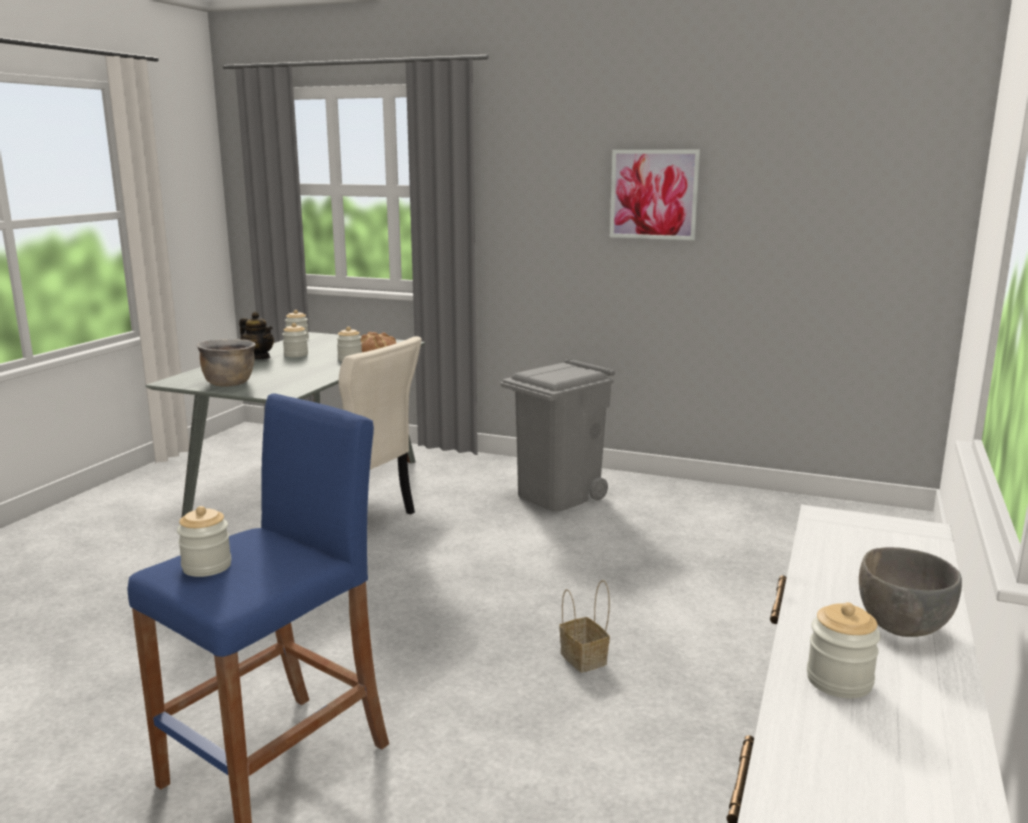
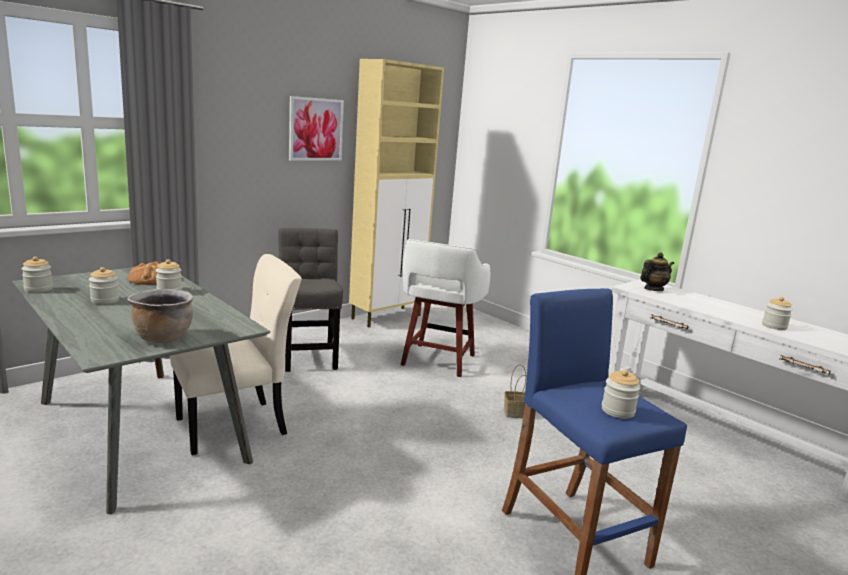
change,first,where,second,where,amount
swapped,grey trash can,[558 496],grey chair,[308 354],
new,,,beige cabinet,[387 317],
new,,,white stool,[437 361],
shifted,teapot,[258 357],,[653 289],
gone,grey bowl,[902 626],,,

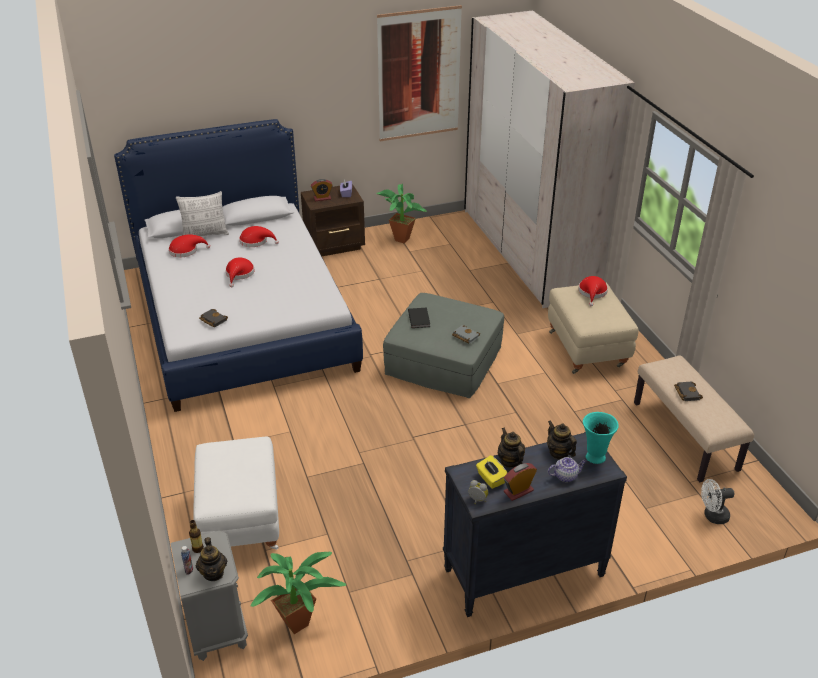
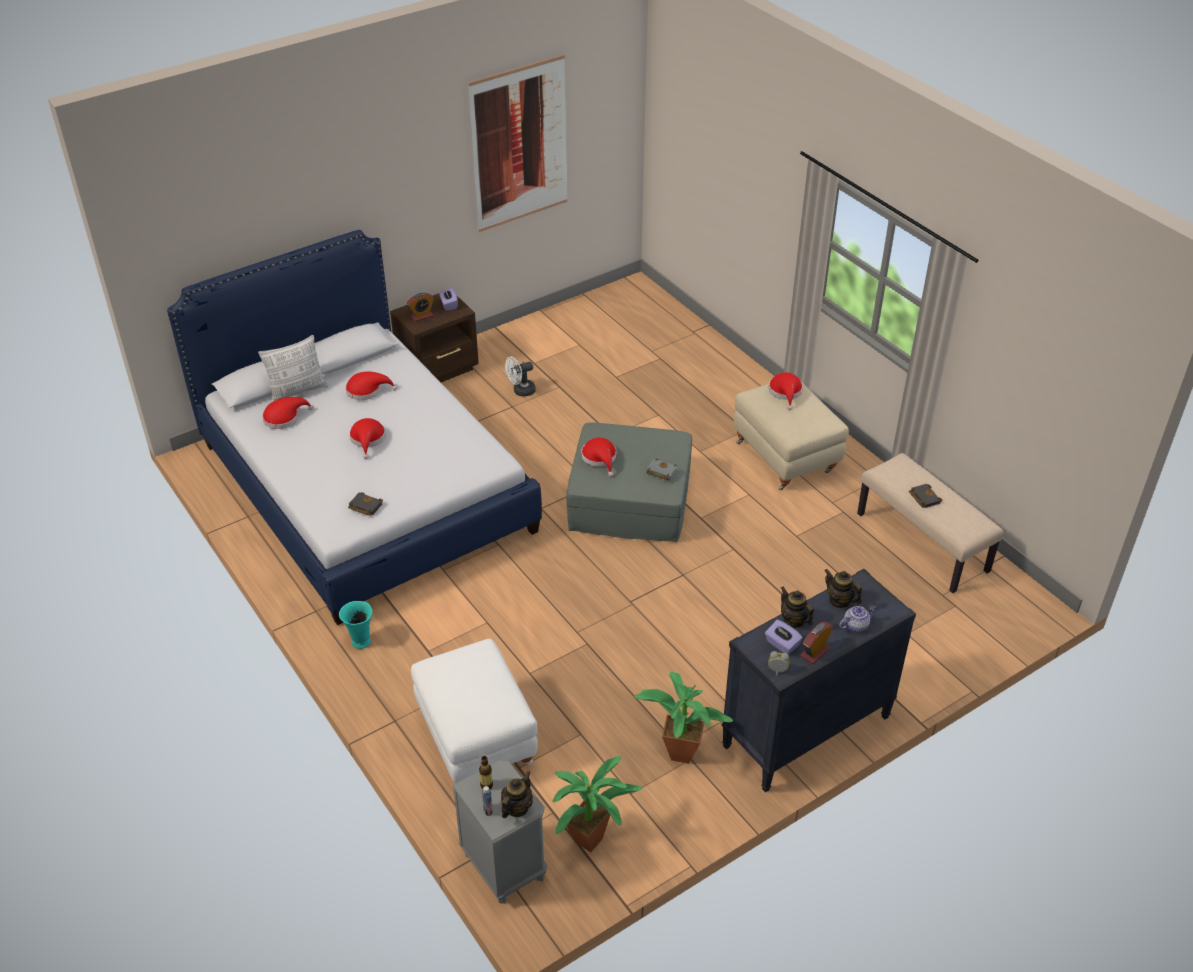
change,first,where,second,where,amount
shifted,turquoise vase,[594 457],,[360 642],
rotated,teapot,[213 573],,[516 808],120 degrees counterclockwise
shifted,white fan,[712 516],,[520 391],
swapped,black book,[419 318],red hat,[600 458],
shifted,potted plant,[400 238],,[677 751],
repainted,yellow tissue box,[491 479],purple tissue box,[782 644],
gone,beige wardrobe,[529 251],,,

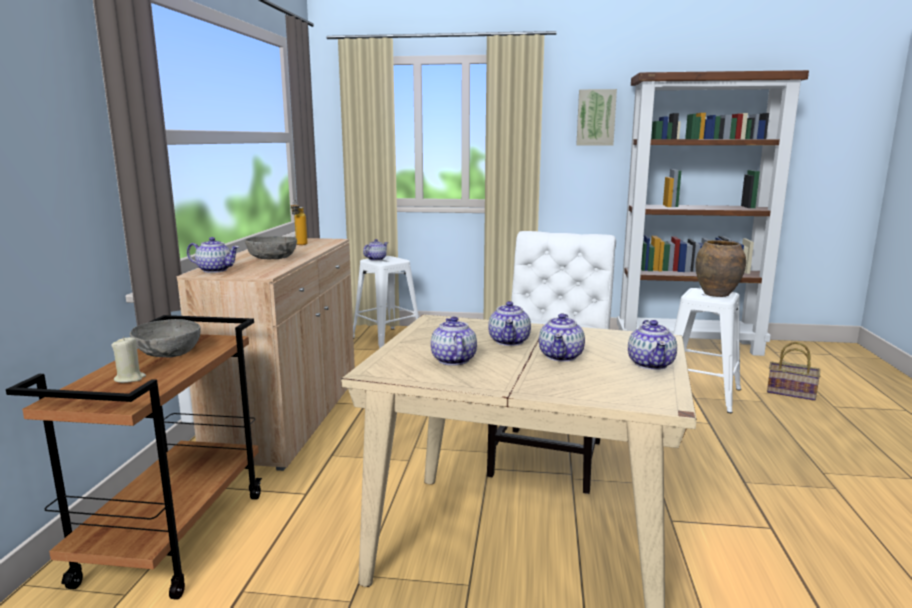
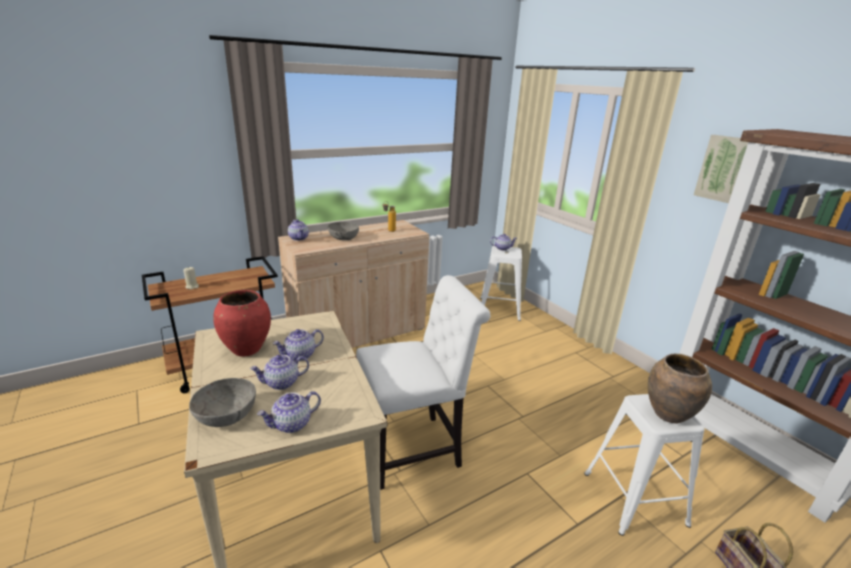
change,first,where,second,where,amount
shifted,grey bowl,[168 353],,[226 415],
swapped,teapot,[452 360],red vase,[246 349],

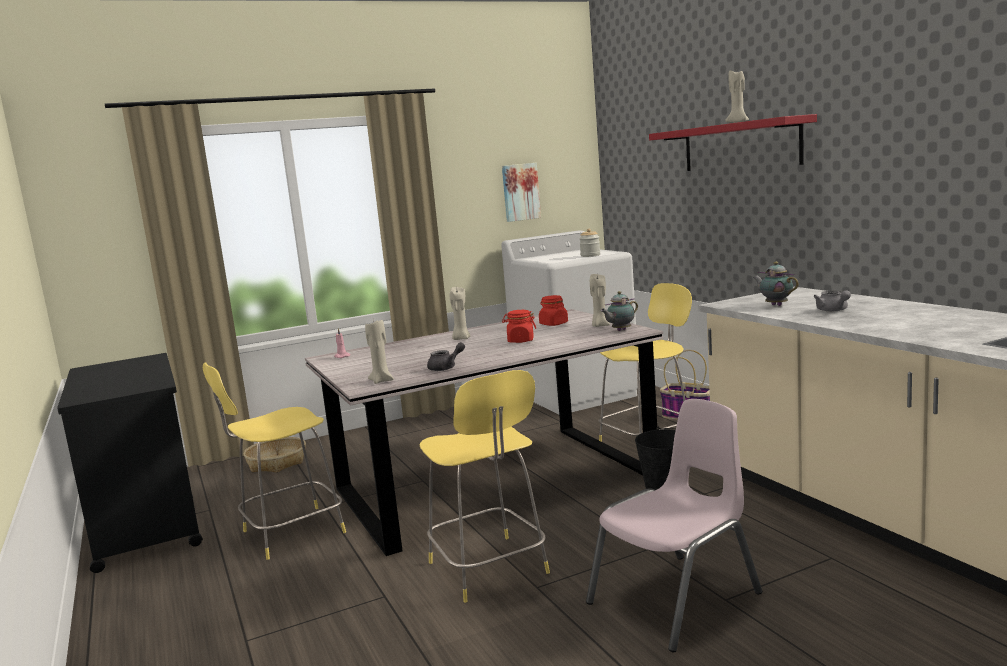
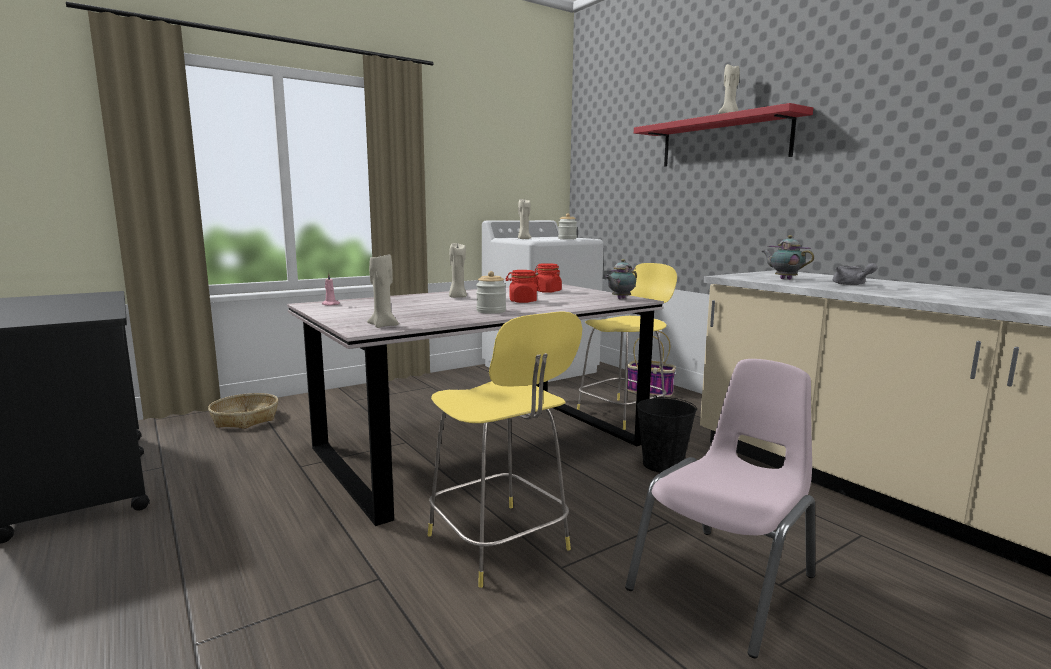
change,first,where,second,where,amount
new,,,jar,[491 311],
shifted,beige candle,[599 326],,[523 239],
gone,yellow stool,[289 533],,,
gone,grey teapot,[446 368],,,
gone,picture,[520 192],,,

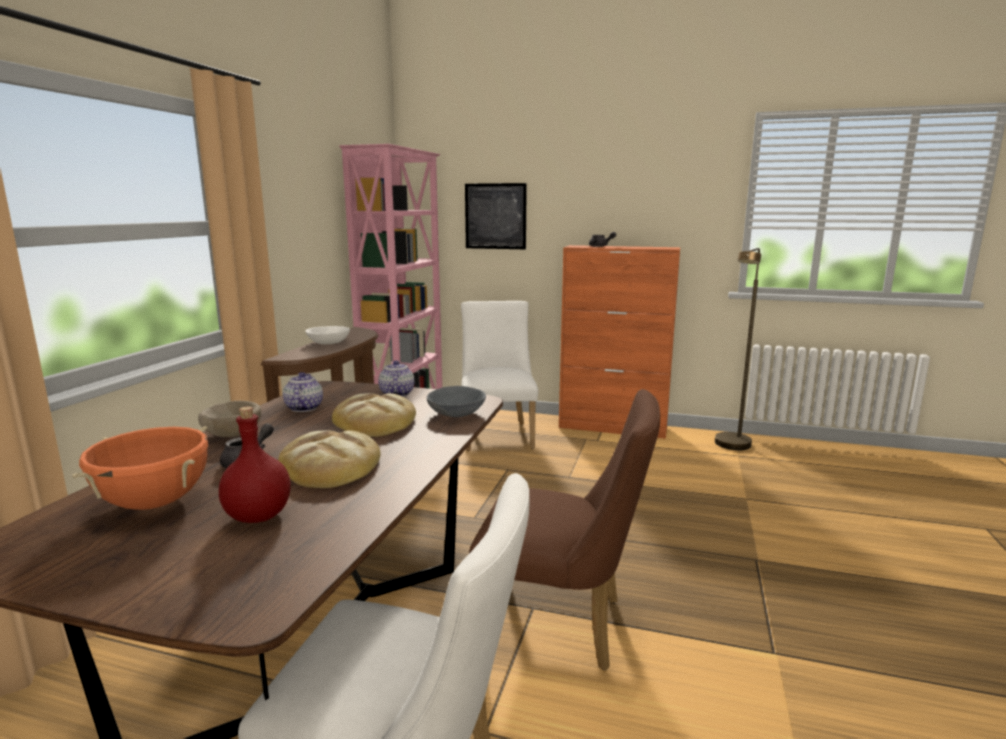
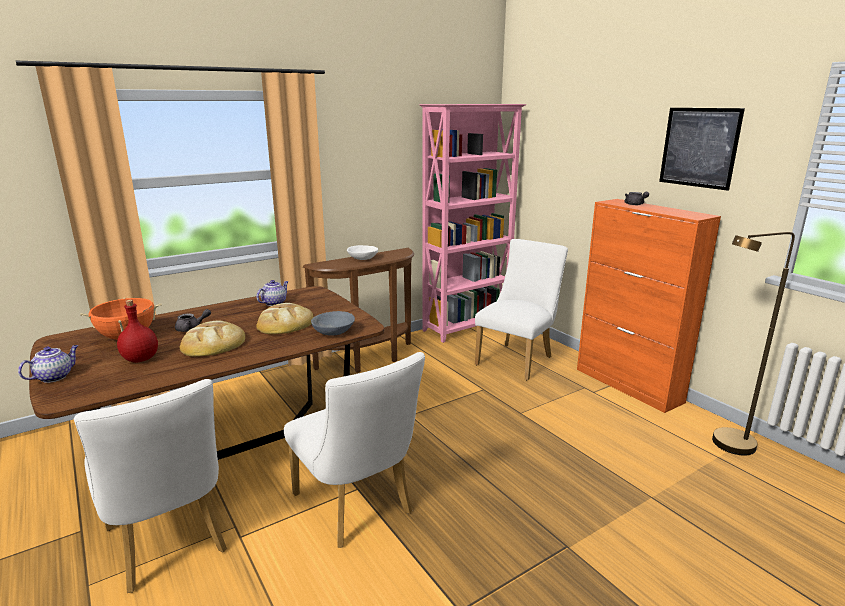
change,first,where,second,where,amount
shifted,teapot,[396 393],,[55 377],
repainted,brown chair,[562 625],white chair,[357 508],
shifted,picture,[495 216],,[699 147],
gone,beige bowl,[232 434],,,

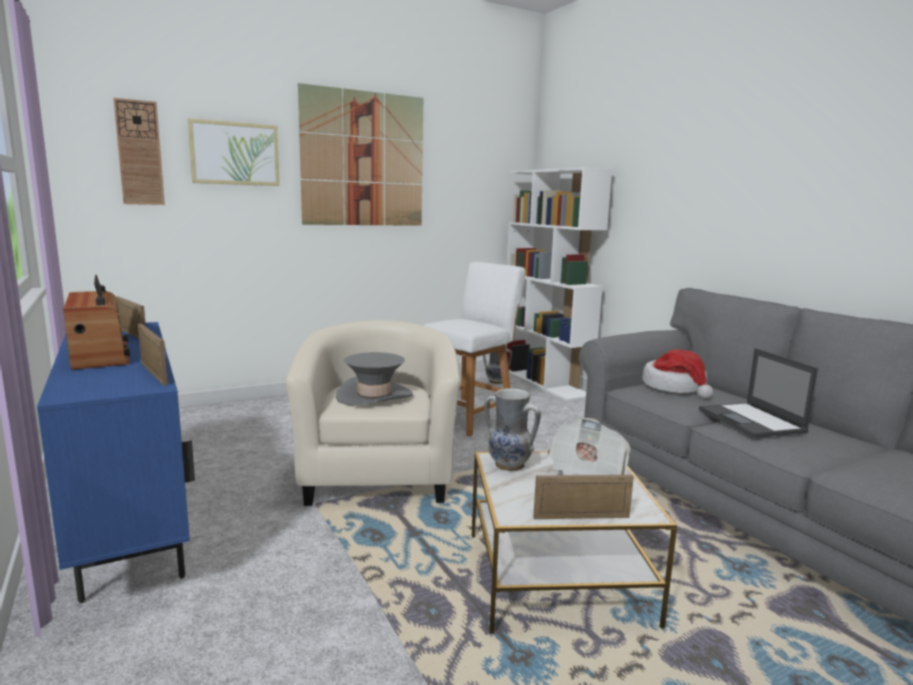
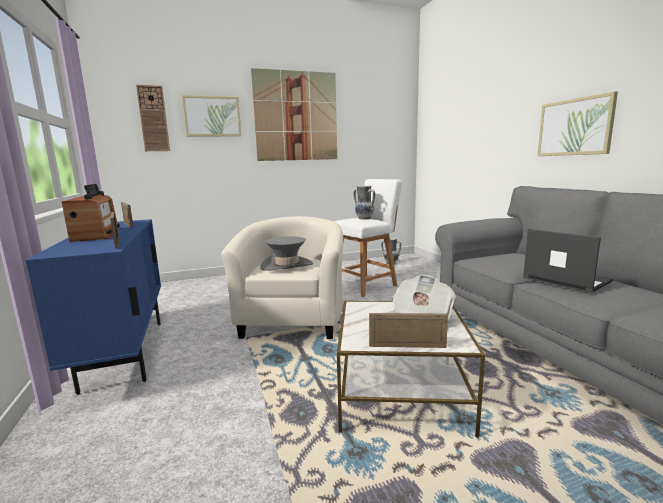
change,first,where,second,where,amount
shifted,vase,[509 466],,[364 218],
rotated,laptop,[752 421],,[565 279],150 degrees clockwise
new,,,picture,[574 127],
gone,white bookcase,[545 383],,,
gone,hat,[675 387],,,

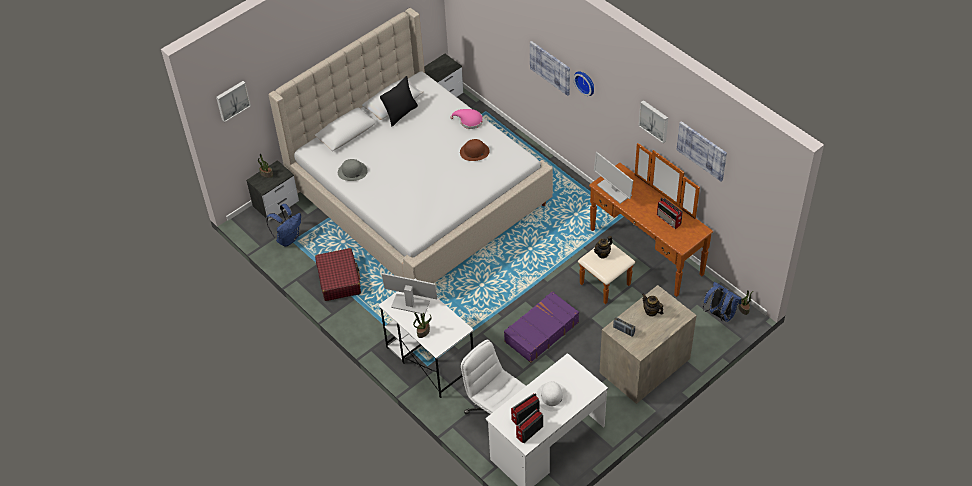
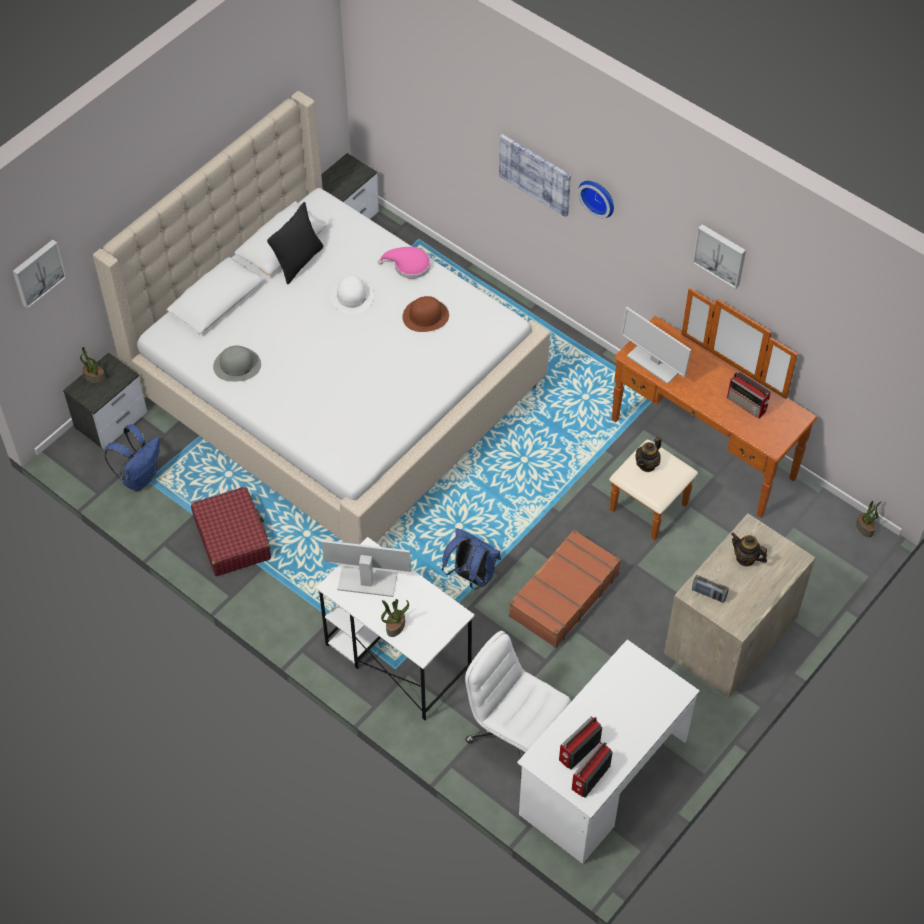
change,first,where,second,where,amount
shifted,white hat,[552 396],,[352 296],
shifted,blue backpack,[719 315],,[471 576],
repainted,purple suitcase,[541 332],brown suitcase,[563 595],
gone,picture,[702 150],,,

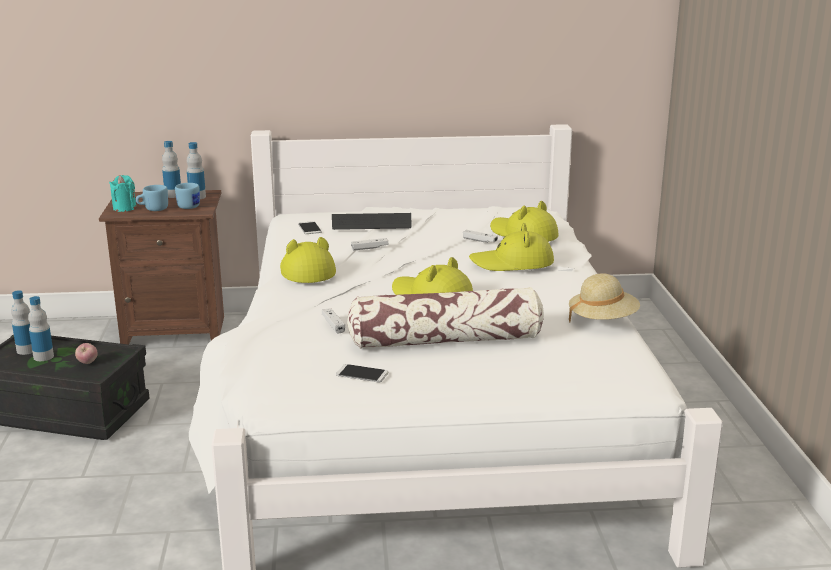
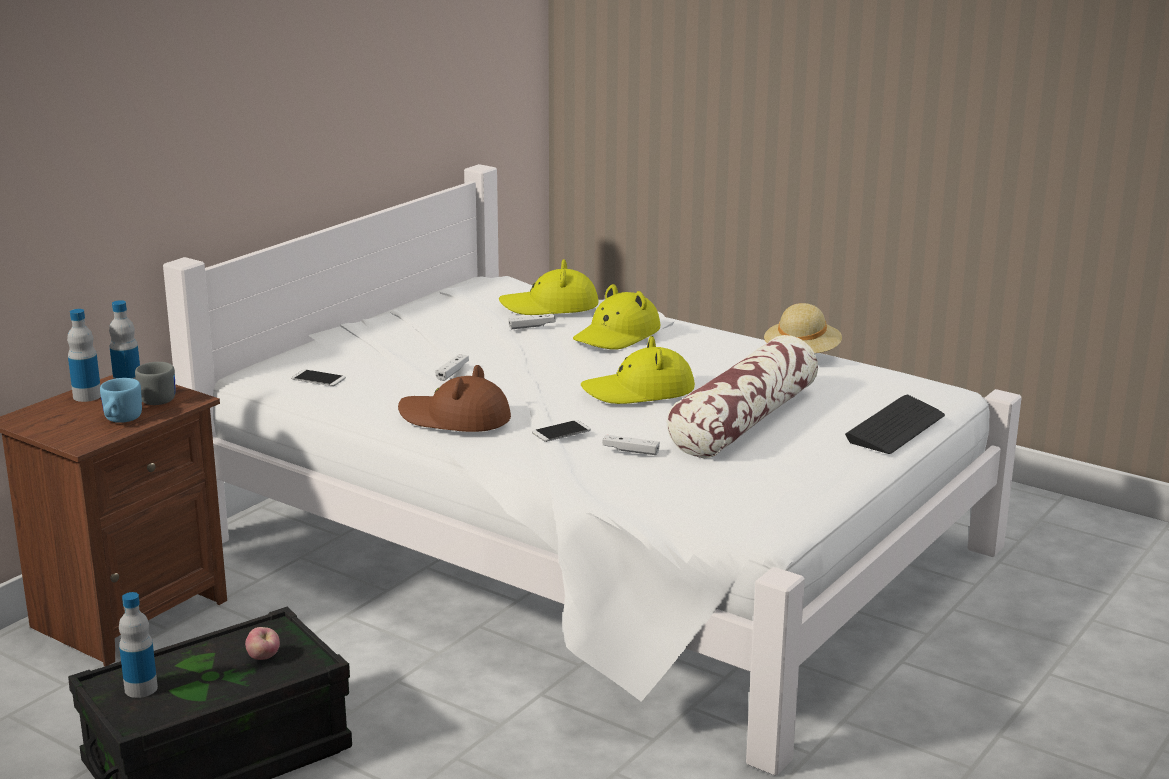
change,first,where,second,where,amount
repainted,blue mug,[191 206],grey mug,[156 398],
repainted,yellow hat,[306 271],brown hat,[455 418],
shifted,phone,[362 374],,[561 432],
shifted,keyboard,[371 223],,[895 428],
gone,bottle,[43 357],,,
gone,turquoise candle,[124 208],,,

